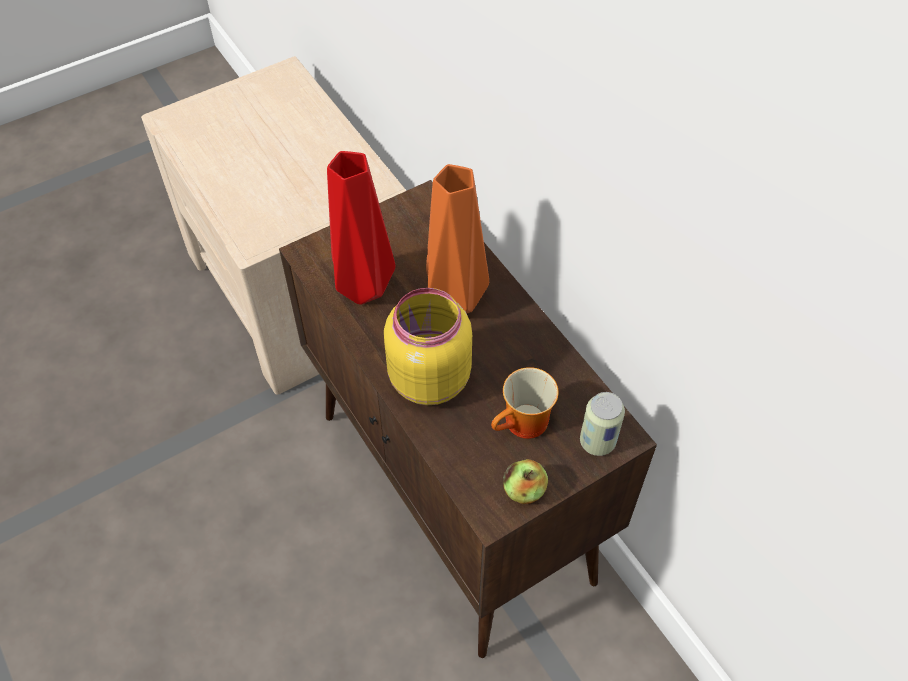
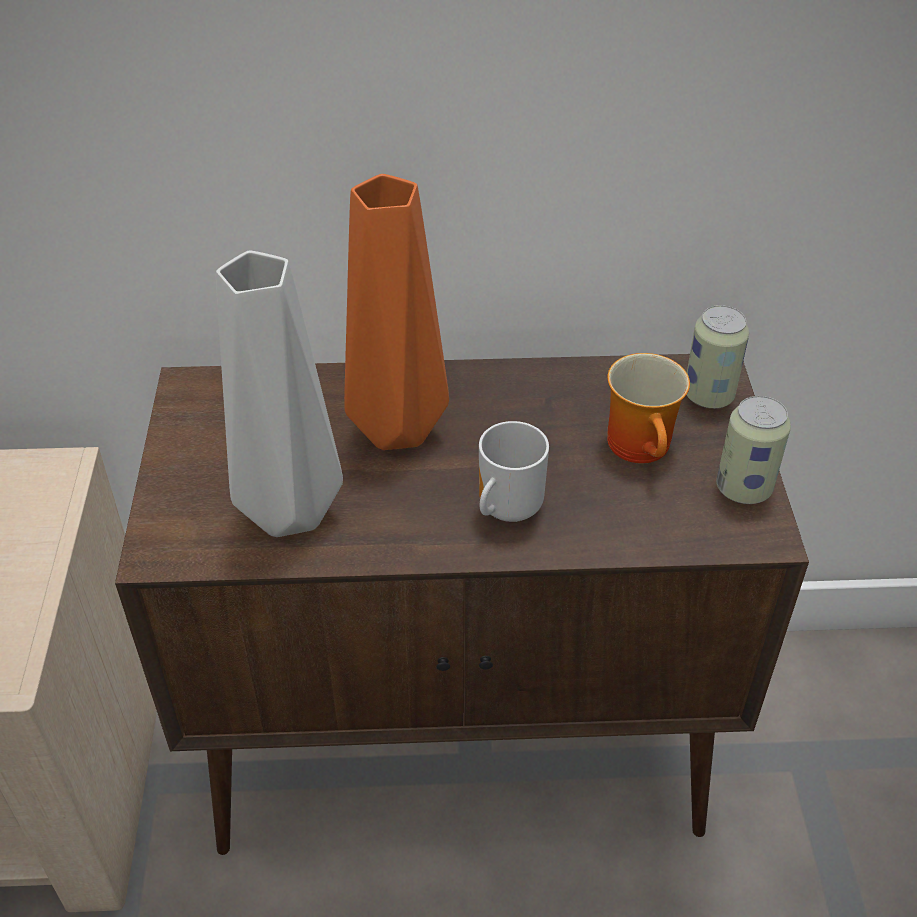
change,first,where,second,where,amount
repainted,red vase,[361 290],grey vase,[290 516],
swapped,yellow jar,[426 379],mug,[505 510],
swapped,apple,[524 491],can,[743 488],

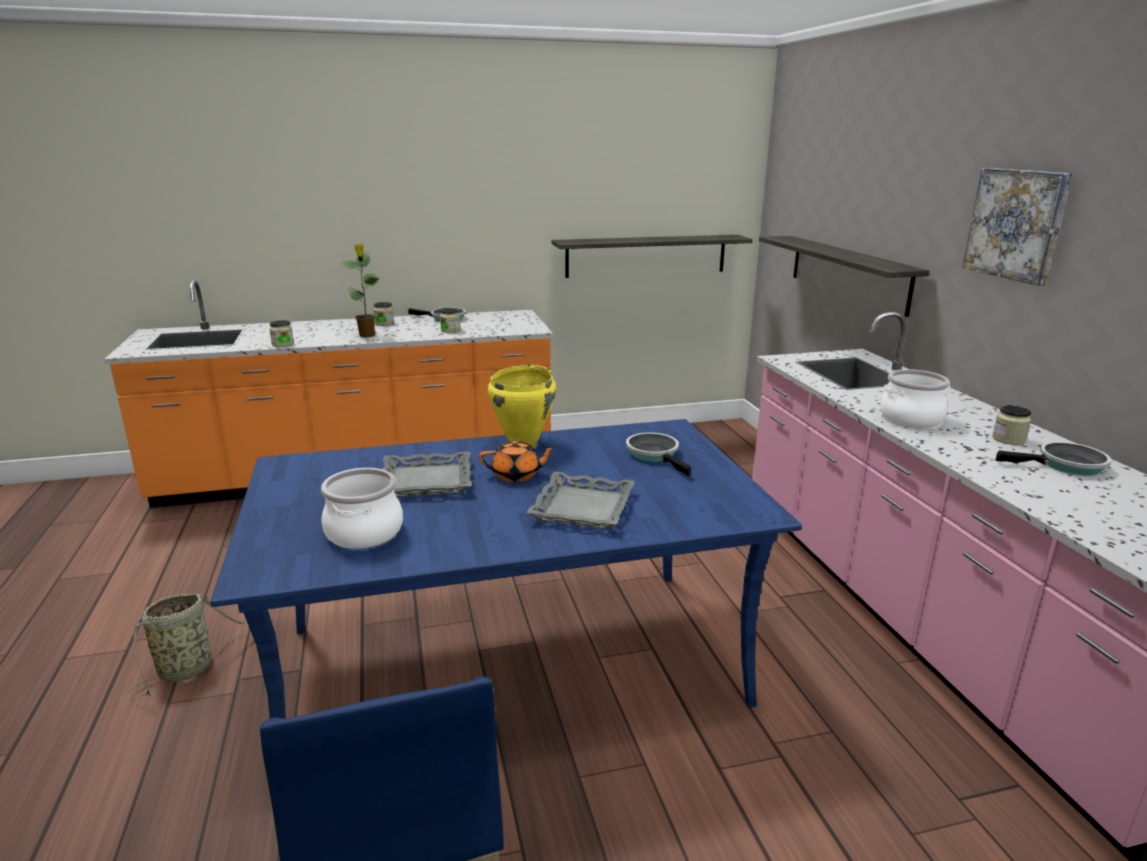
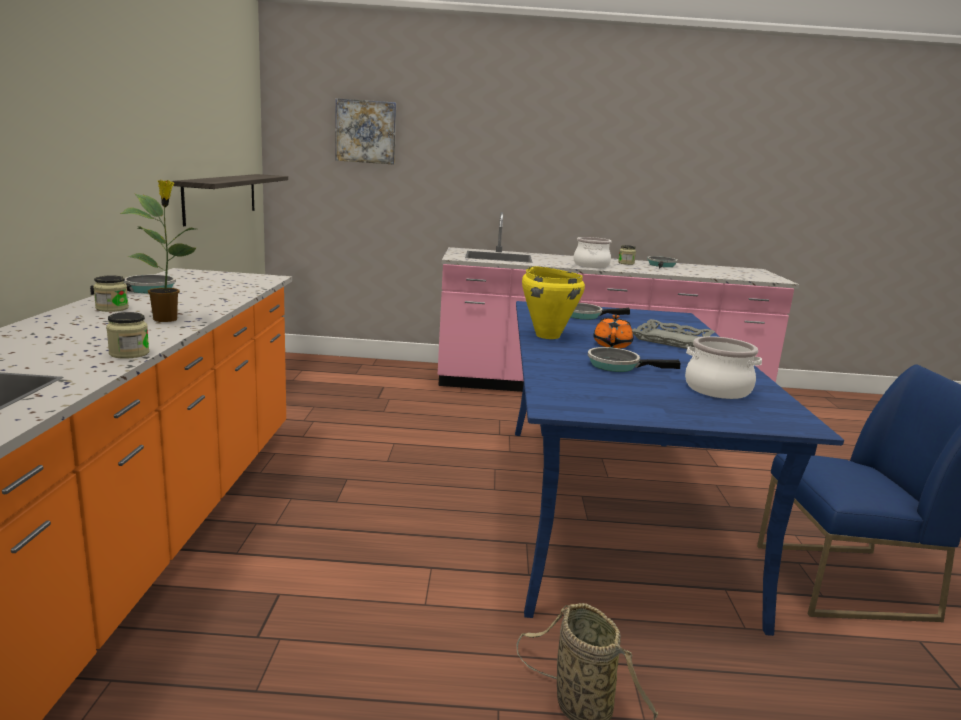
change,first,where,second,where,amount
shifted,picture,[1016 224],,[366 131],
swapped,grey tray,[427 481],frying pan,[617 366],
gone,jar,[450 330],,,
gone,shelf,[847 272],,,

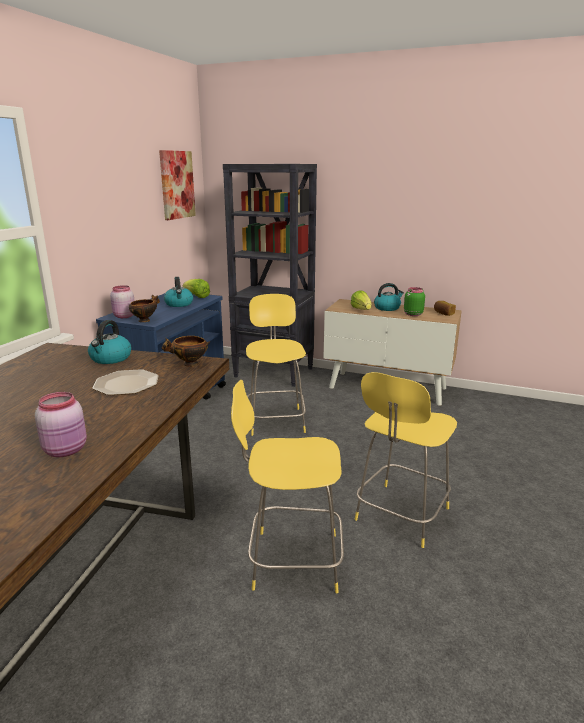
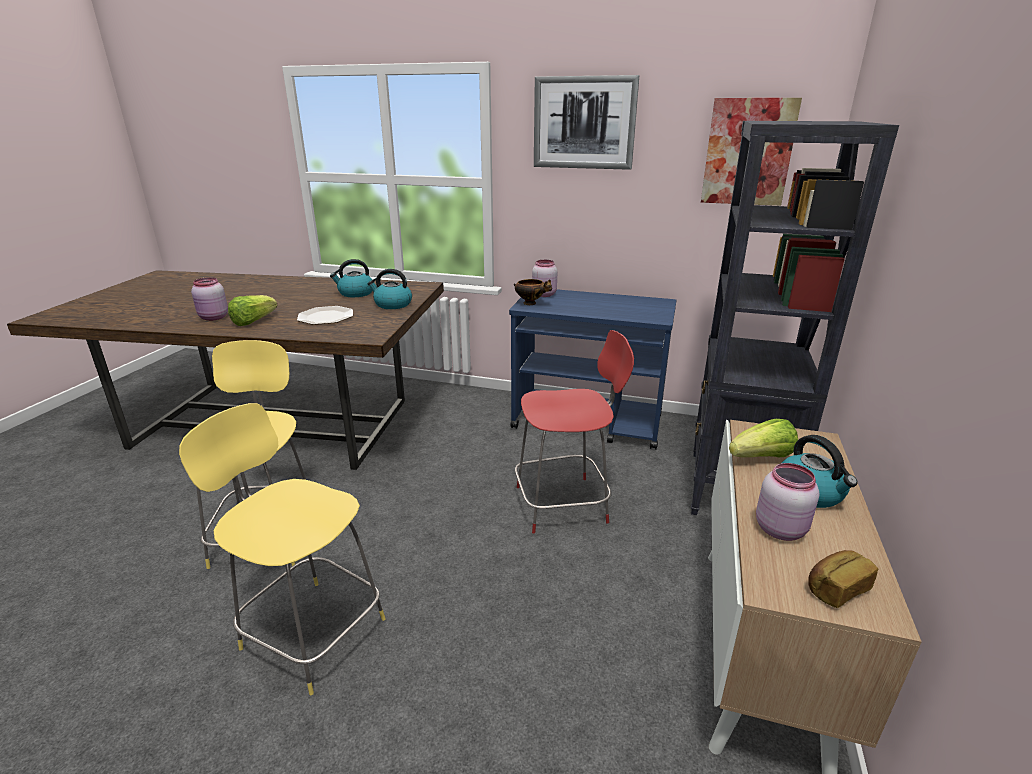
change,first,where,second,where,amount
shifted,lettuce,[196 296],,[253 321],
shifted,kettle,[179 304],,[355 293],
repainted,yellow stool,[276 420],red stool,[564 504],
new,,,picture,[584 123],
repainted,green jar,[412 314],pink jar,[780 528],
gone,bowl,[189 364],,,

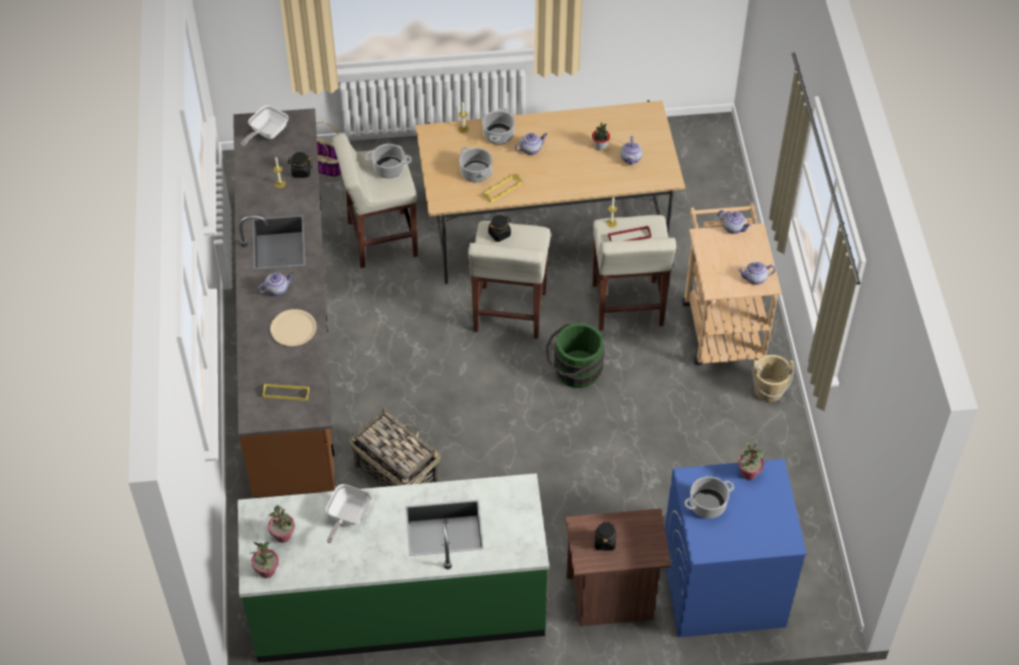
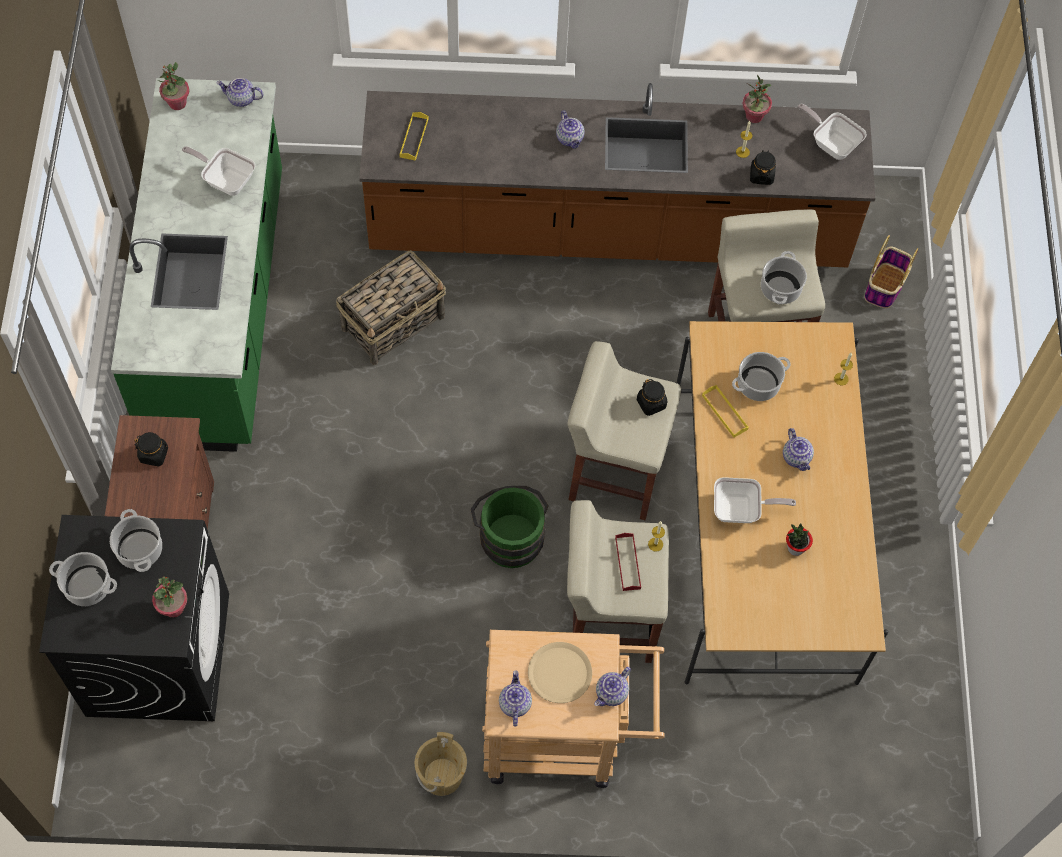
change,first,where,second,where,amount
repainted,blue washing machine,[722 587],black washing machine,[158 653],
shifted,cooking pot,[498 135],,[87 586],
shifted,teapot,[631 158],,[241 99],
shifted,beige plate,[293 328],,[559 673],
new,,,frying pan,[741 510],
shifted,potted plant,[283 536],,[754 116],

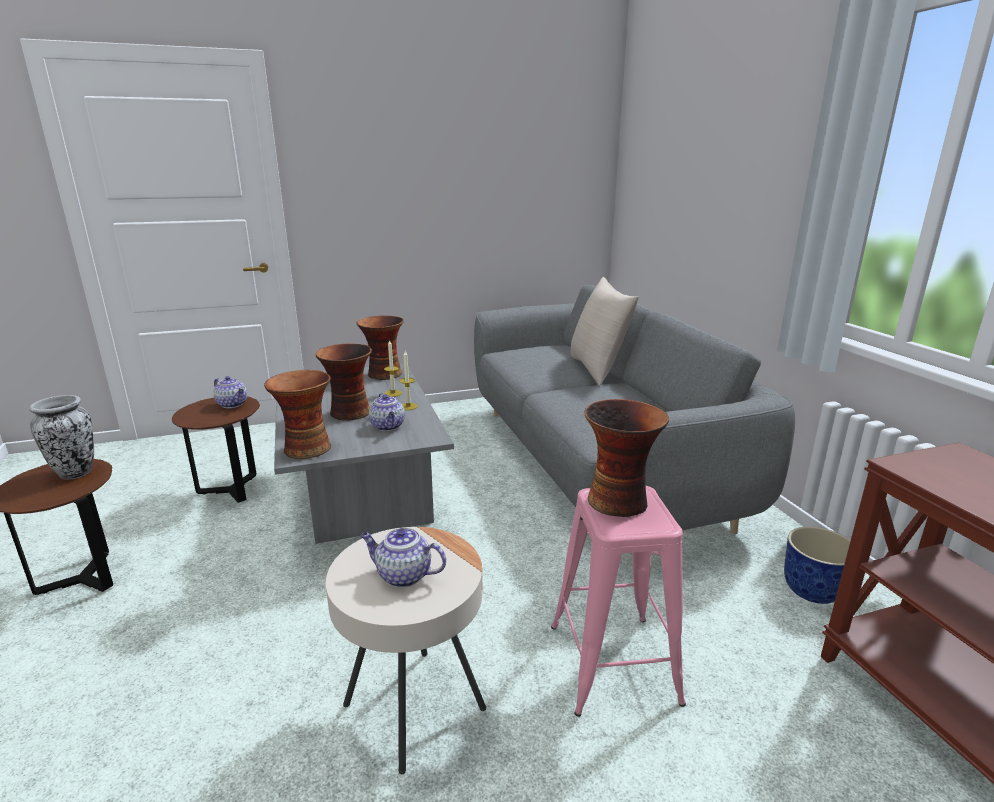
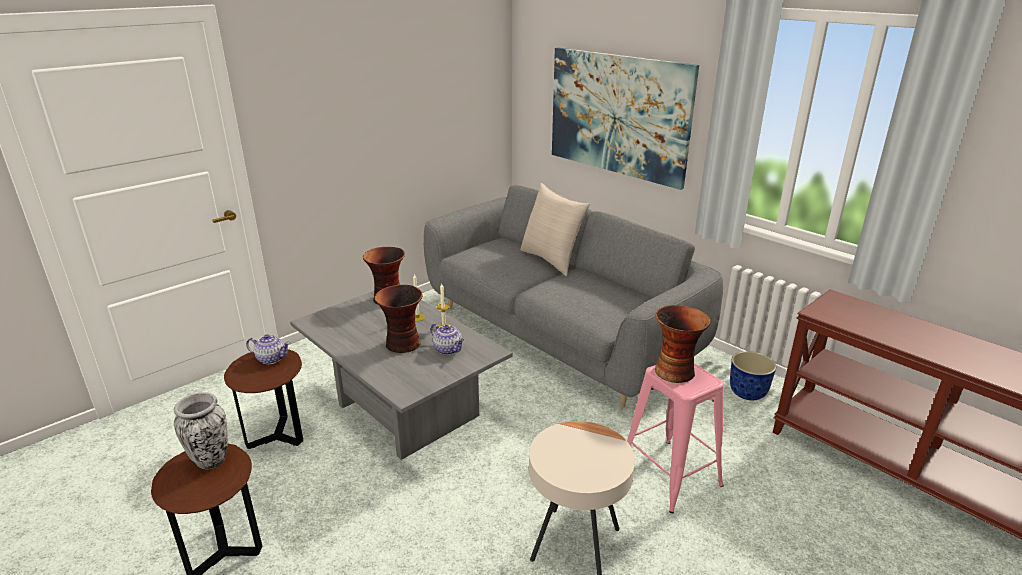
change,first,where,second,where,amount
new,,,picture,[618 114],
gone,vase,[305 449],,,
gone,teapot,[403 575],,,

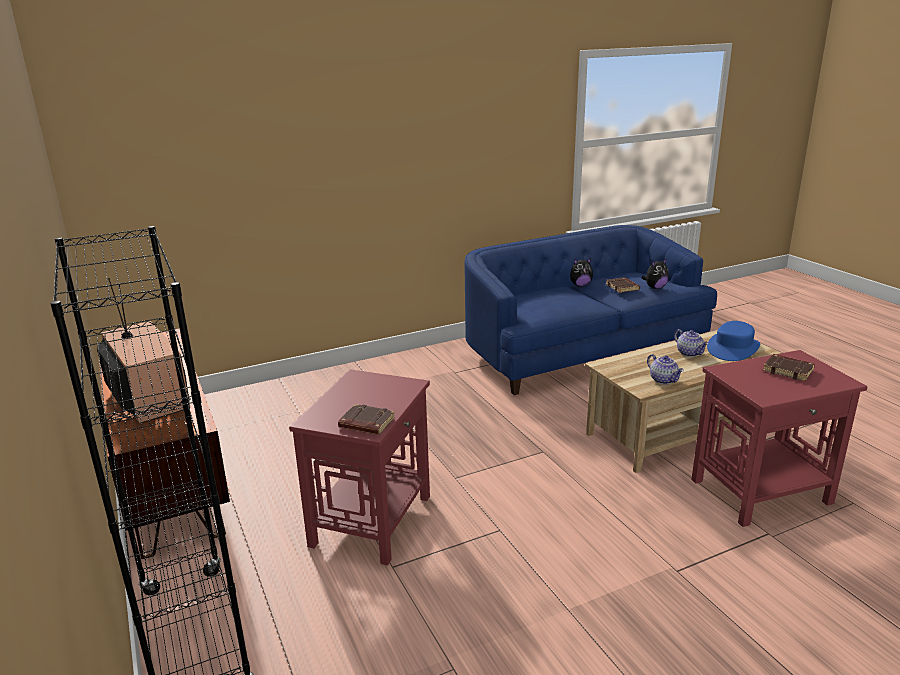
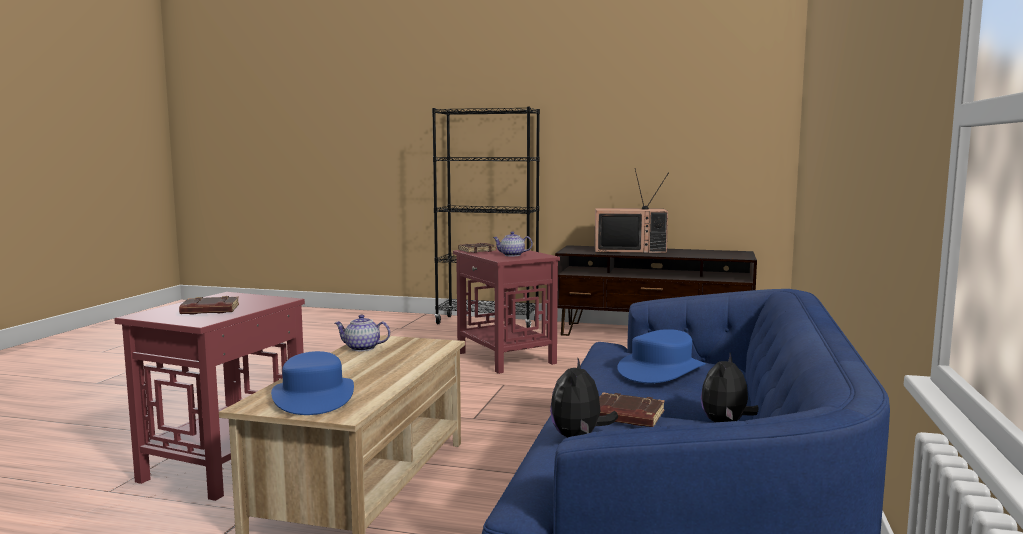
change,first,where,second,where,amount
shifted,teapot,[690 353],,[512 255],
new,,,blue hat,[661 370],

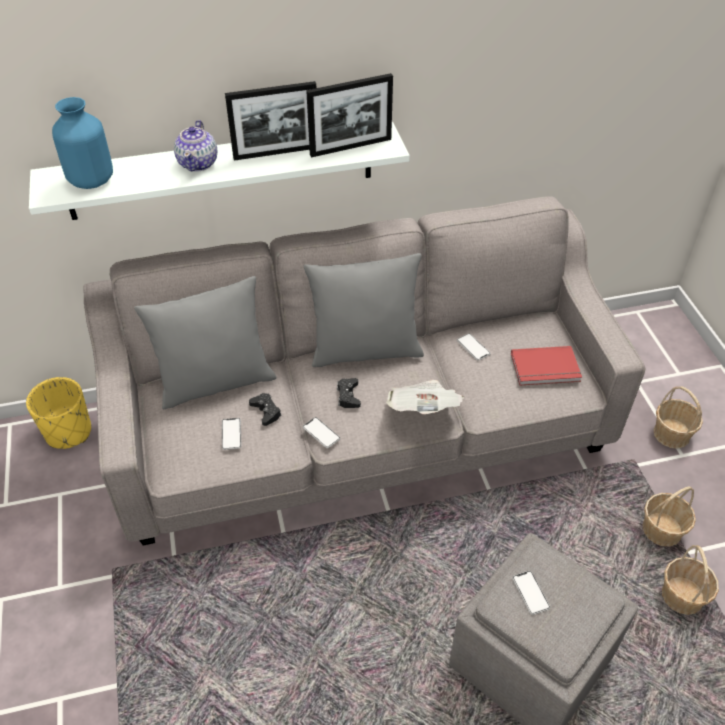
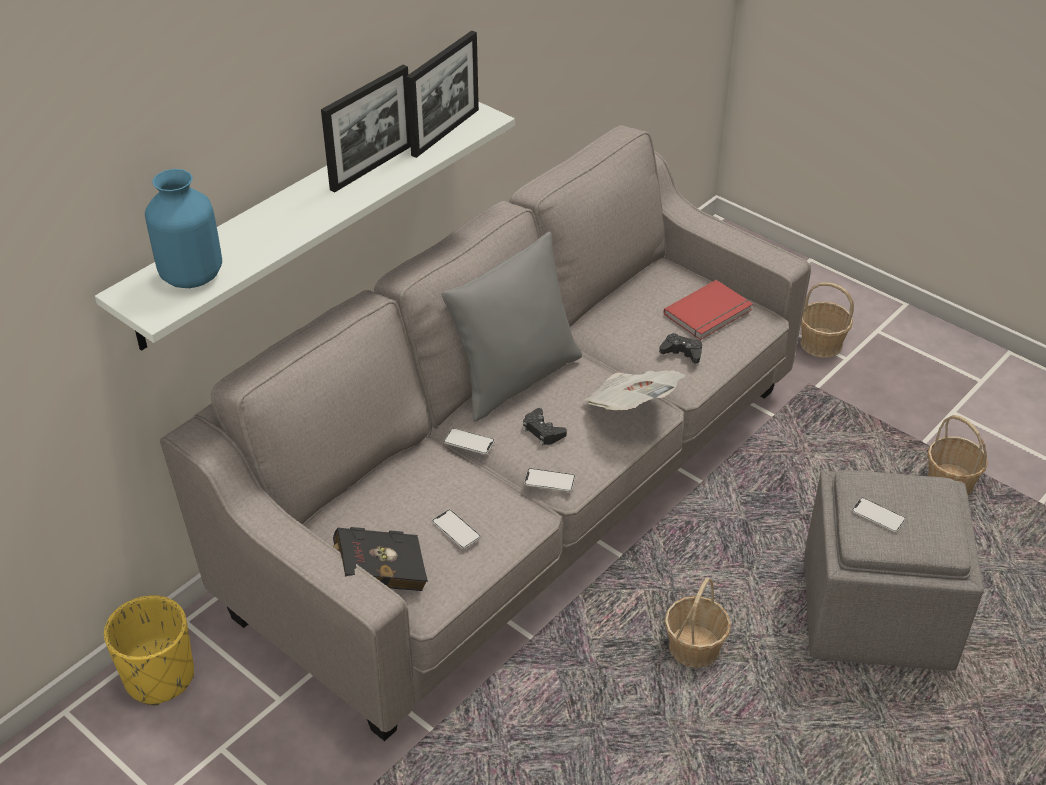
change,first,where,second,where,amount
new,,,black book,[376 575],
shifted,phone,[473 347],,[469 442],
shifted,black game controller,[266 411],,[682 352],
shifted,basket,[662 530],,[694 648],
gone,grey pillow,[216 382],,,
gone,teapot,[198 163],,,

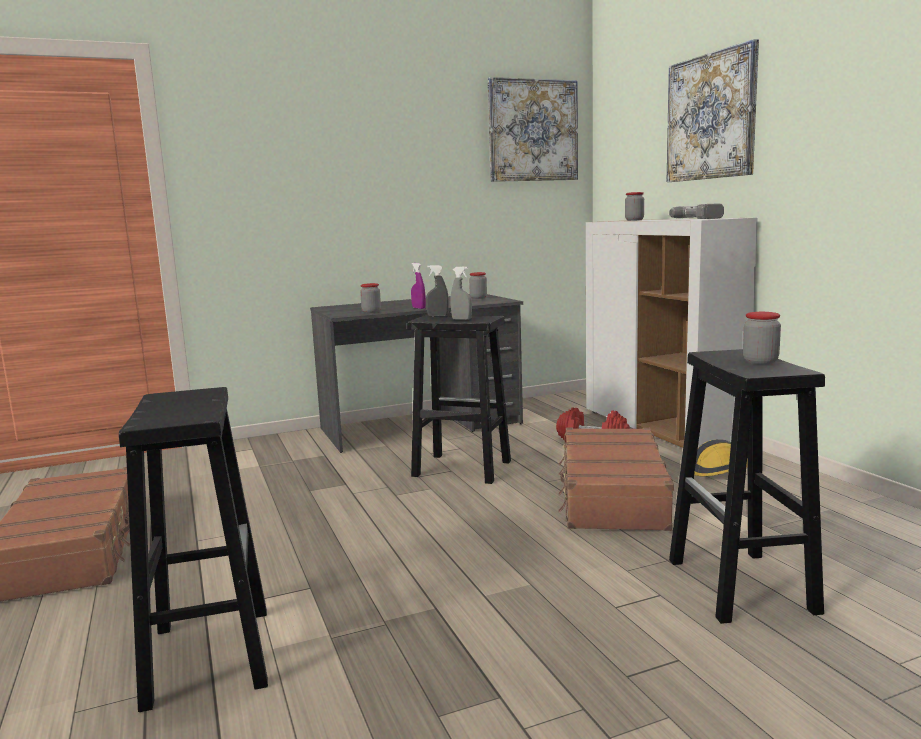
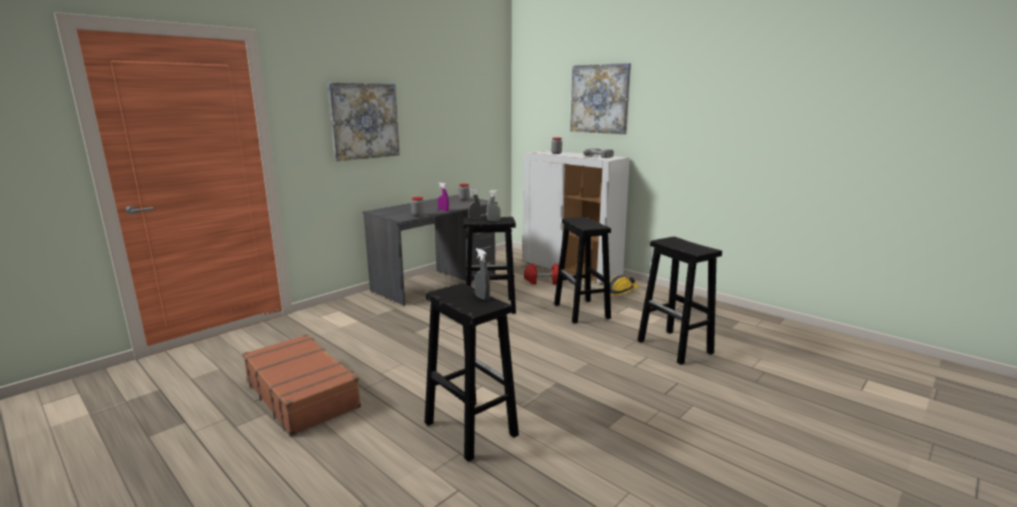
change,first,where,second,where,amount
shifted,picture,[532 130],,[364 121],
new,,,grey spray bottle,[482 297],
swapped,brown suitcase,[611 495],black stool,[582 311],
gone,jar,[760 361],,,

